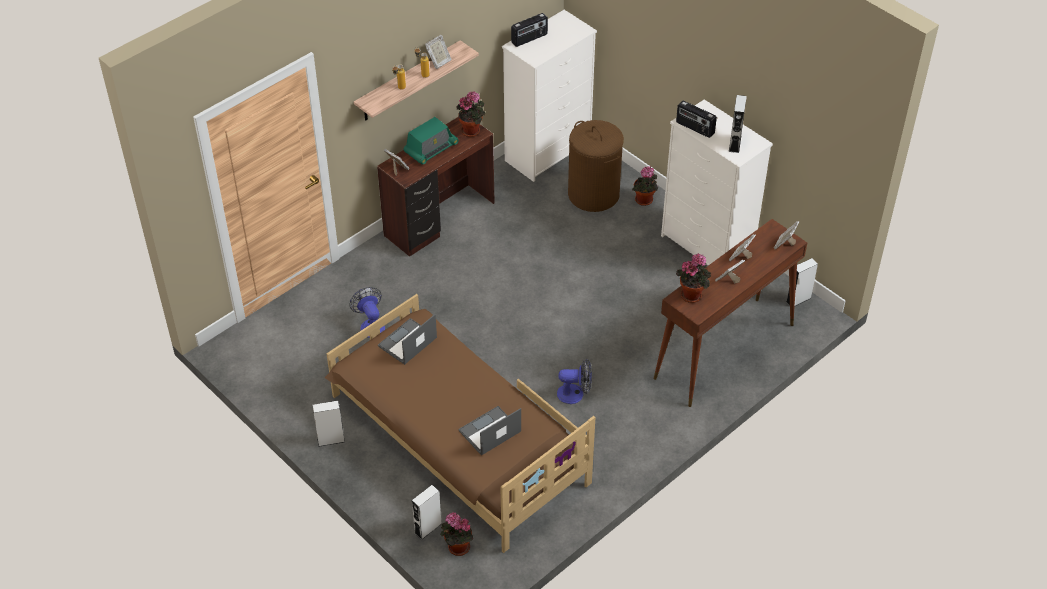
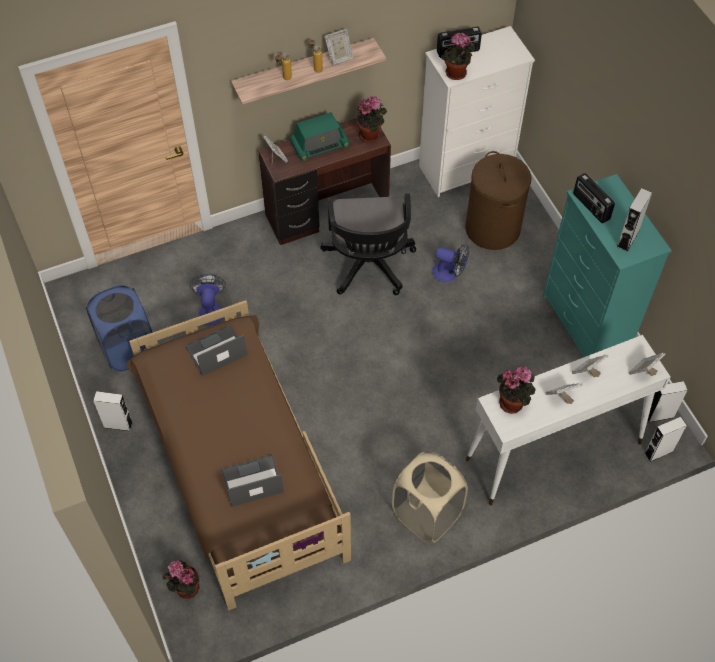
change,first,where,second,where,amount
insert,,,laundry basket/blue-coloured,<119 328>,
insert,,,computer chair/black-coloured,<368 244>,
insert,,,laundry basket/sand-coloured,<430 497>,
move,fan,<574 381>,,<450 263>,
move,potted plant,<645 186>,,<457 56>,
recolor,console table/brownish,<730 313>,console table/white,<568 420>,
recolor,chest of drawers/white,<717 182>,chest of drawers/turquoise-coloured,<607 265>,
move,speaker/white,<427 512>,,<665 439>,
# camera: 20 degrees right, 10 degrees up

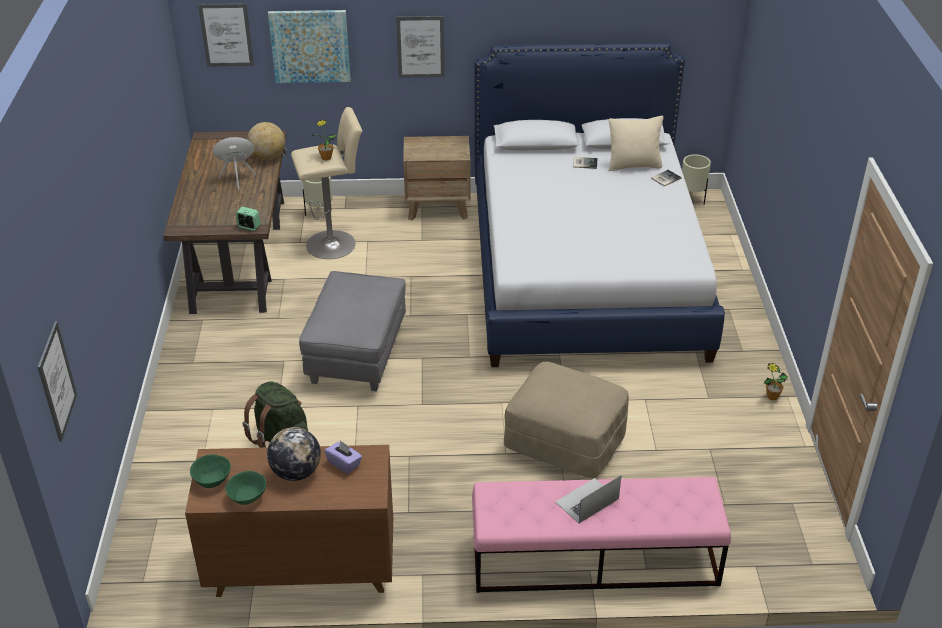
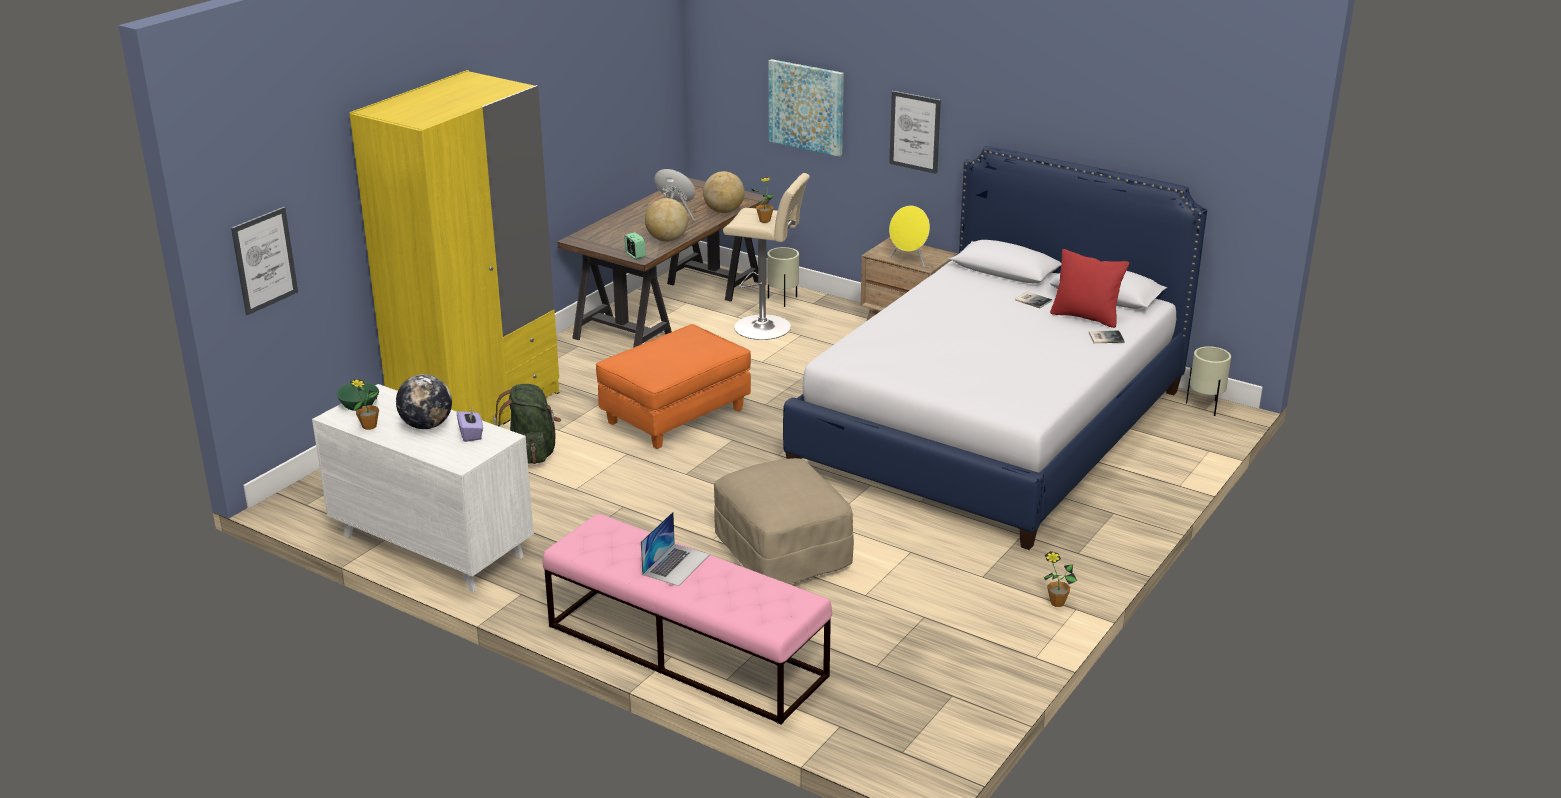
change,first,where,second,where,amount
recolor,chest of drawers/brownish,<289 521>,chest of drawers/white,<423 488>,
insert,,,wardrobe/yellowish,<454 247>,
replace,bowl/green,<245 488>,potted plant,<364 404>,
recolor,footrest/gray,<352 331>,footrest/orange,<673 386>,
rotate,laptop,<588 499>,,<675 549>,120 degrees clockwise
insert,,,desk globe,<666 220>,
insert,,,speaker/yellowish,<909 237>,
recolor,pillow/sand-coloured,<636 143>,pillow/red-coloured,<1089 288>,
delete,picture,<226 35>,,,
# camera: 35 degrees right, 10 degrees down

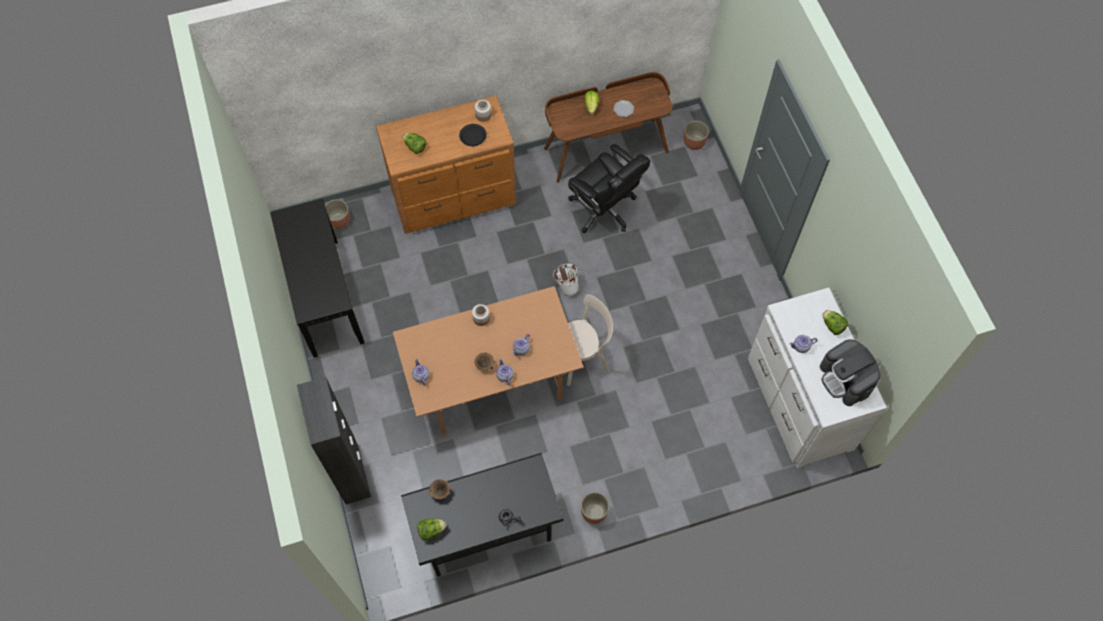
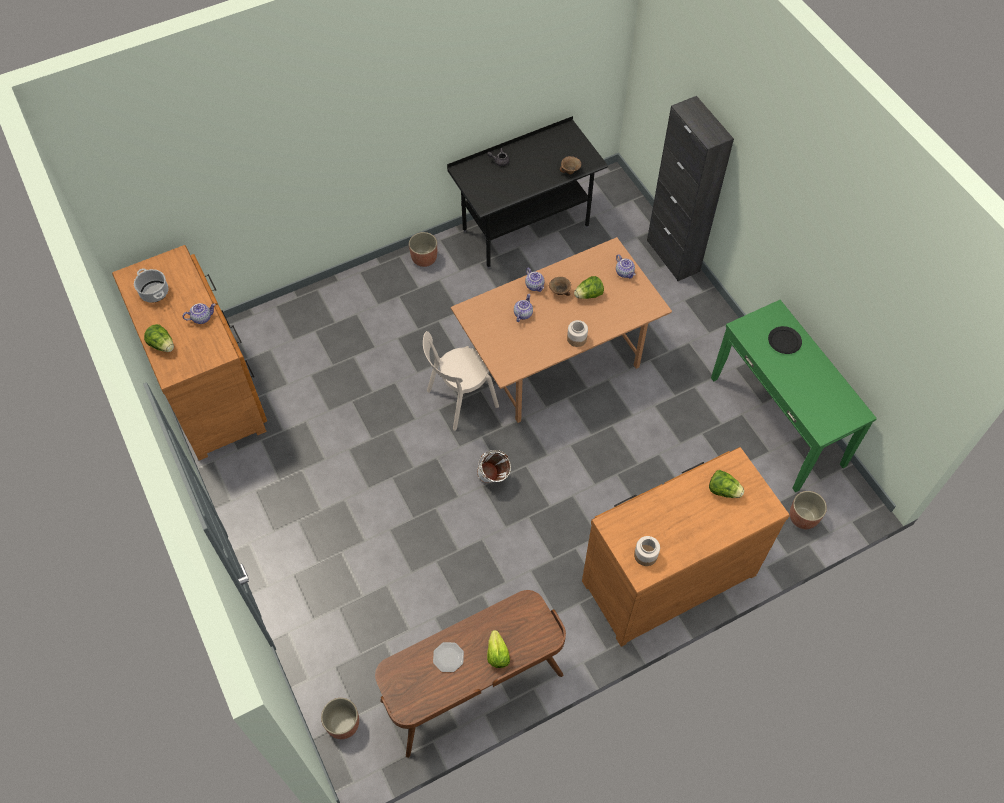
change,first,where,second,where,amount
recolor,chest of drawers/white,<817 378>,chest of drawers/brownish,<189 353>,
replace,coffee maker,<850 372>,saucepot,<151 285>,
move,lettuce,<431 529>,,<589 287>,
recolor,console table/black-coloured,<317 278>,console table/green,<794 396>,
move,flat dish/black-coloured,<473 135>,,<785 340>,
delete,computer chair/black-coloured,<609 188>,,,
# camera: 170 degrees right, 5 degrees down

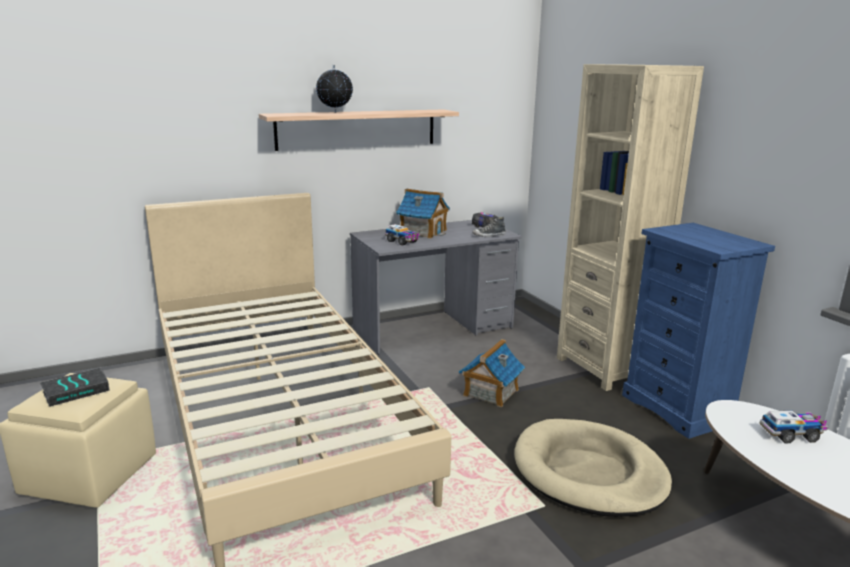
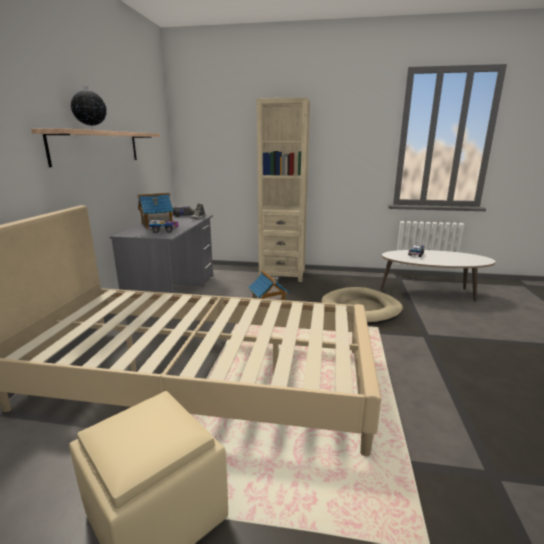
change,first,where,second,where,amount
delete,book,<75 387>,,,
delete,chest of drawers/blue-coloured,<698 331>,,,
# camera: 55 degrees left, 0 degrees up

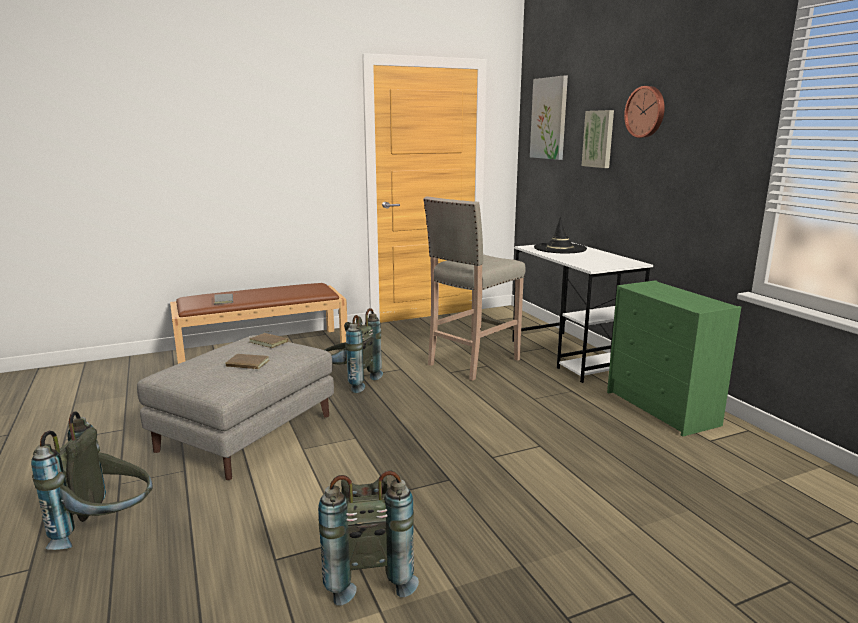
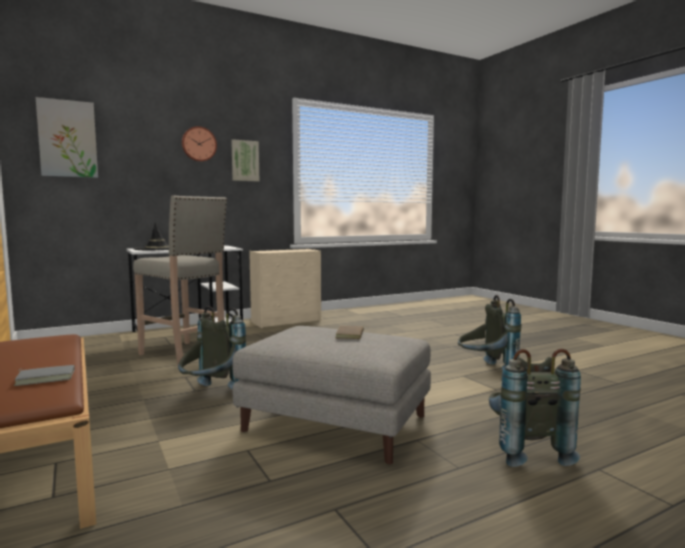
change,first,where,second,where,amount
move,picture,<598 139>,,<245 160>,
recolor,chest of drawers/green,<674 358>,chest of drawers/sand-coloured,<285 288>,
delete,book/brownish,<268 339>,,,
# camera: 95 degrees left, 10 degrees down

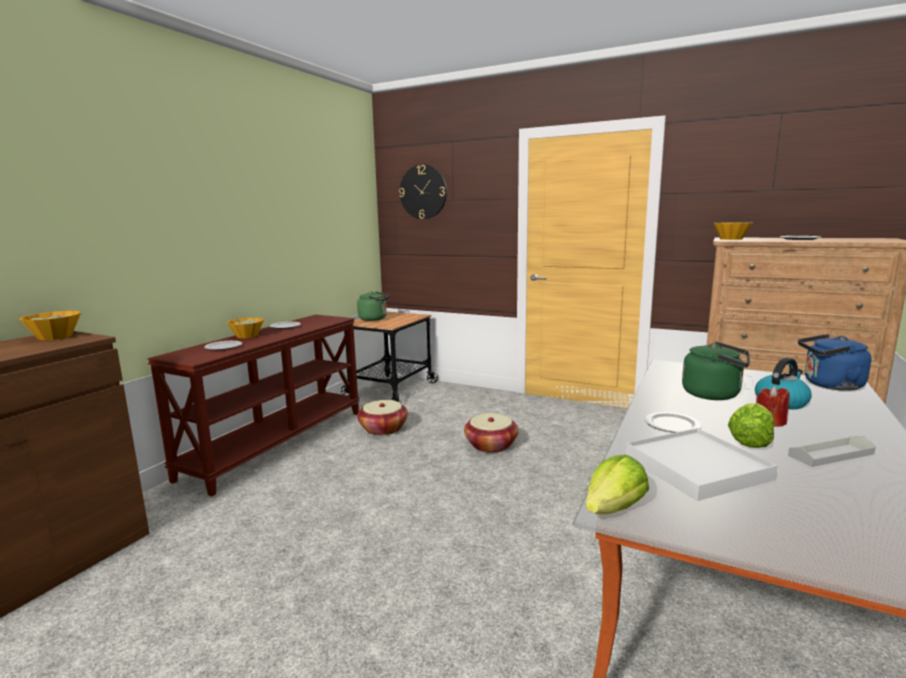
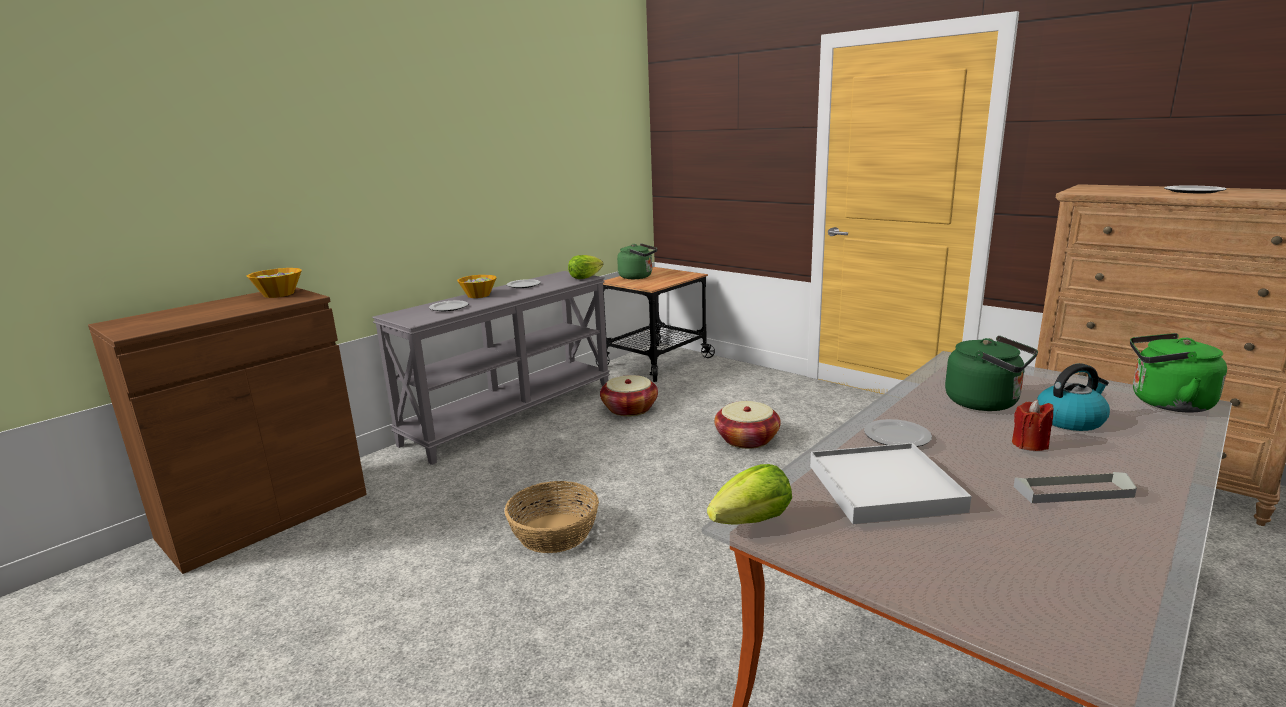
change,first,where,second,where,amount
recolor,console table/brownish,<253 405>,console table/gray,<491 368>,
insert,,,storage basket,<552 517>,
move,lettuce,<751 425>,,<585 267>,
recolor,water kettle/blue-coloured,<834 362>,water kettle/green,<1178 373>,
delete,hanging clock,<423 191>,,,
delete,bowl,<733 231>,,,
# camera: 15 degrees right, 5 degrees up

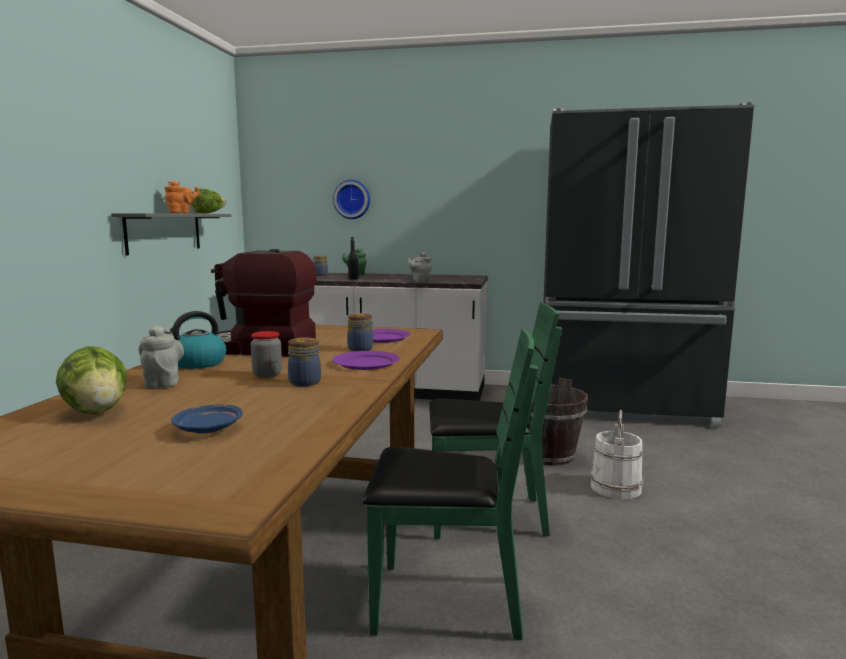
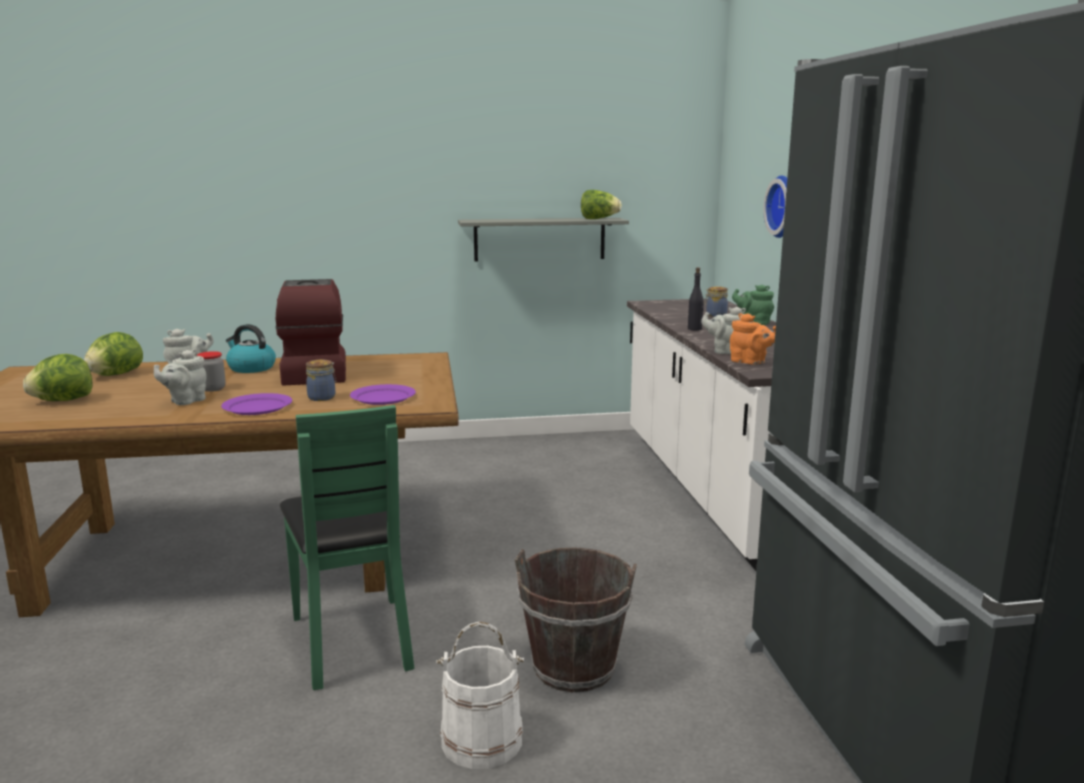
change,first,where,second,where,amount
replace,flat dish/blue-coloured,<207 419>,lettuce,<57 377>,
replace,storage jar,<304 361>,teapot/gray,<180 377>,
move,teapot/orange,<182 197>,,<753 339>,
delete,plain chair/green,<450 484>,,,
# camera: 70 degrees right, 5 degrees up

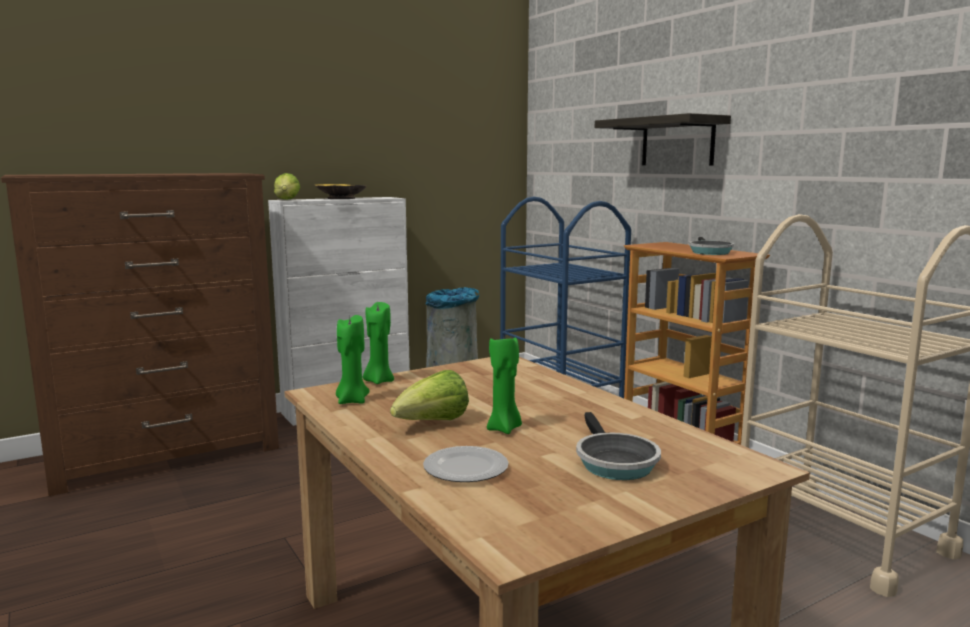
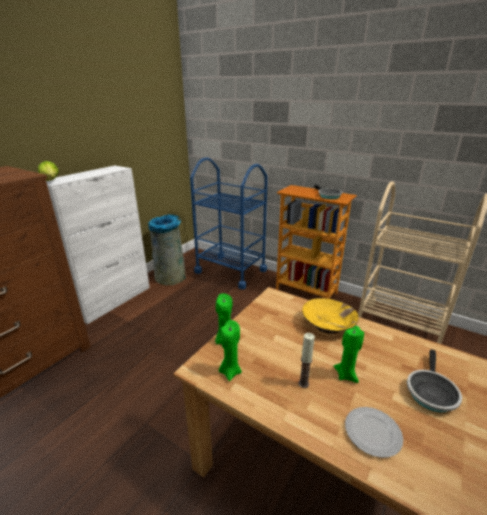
change,first,where,second,where,amount
replace,lettuce,<429 395>,wax light,<307 360>,
move,bowl/yellowish,<341 191>,,<330 316>,
rotate,pan,<618 446>,,<434 380>,60 degrees clockwise
delete,bracket shelf,<663 139>,,,
# camera: 25 degrees left, 15 degrees up

